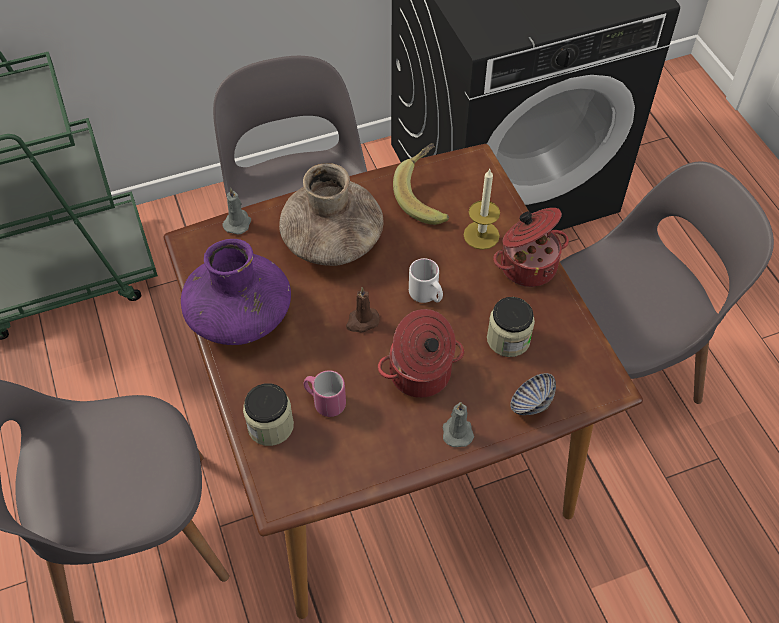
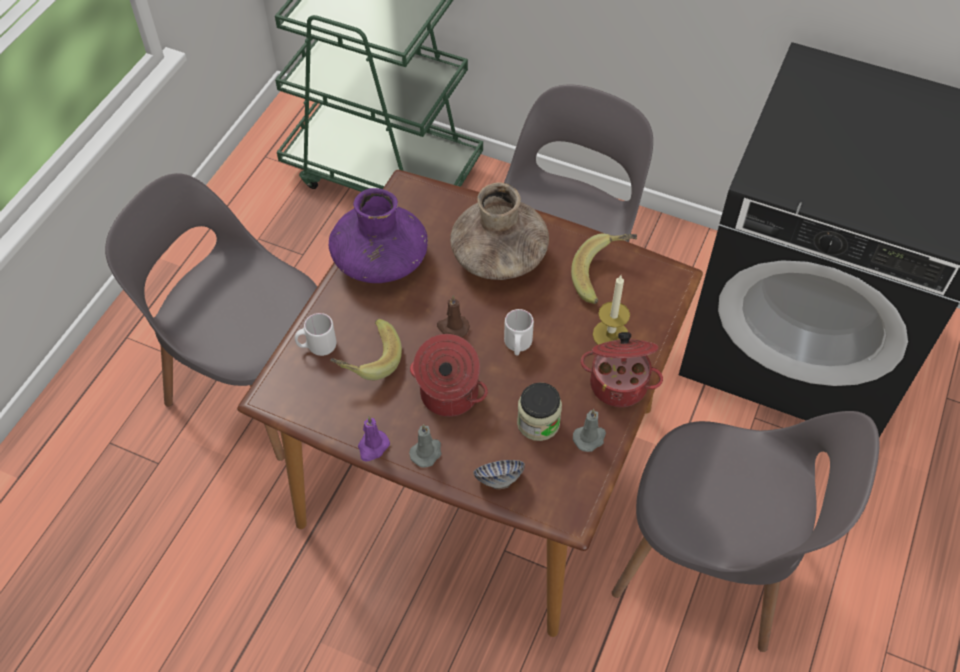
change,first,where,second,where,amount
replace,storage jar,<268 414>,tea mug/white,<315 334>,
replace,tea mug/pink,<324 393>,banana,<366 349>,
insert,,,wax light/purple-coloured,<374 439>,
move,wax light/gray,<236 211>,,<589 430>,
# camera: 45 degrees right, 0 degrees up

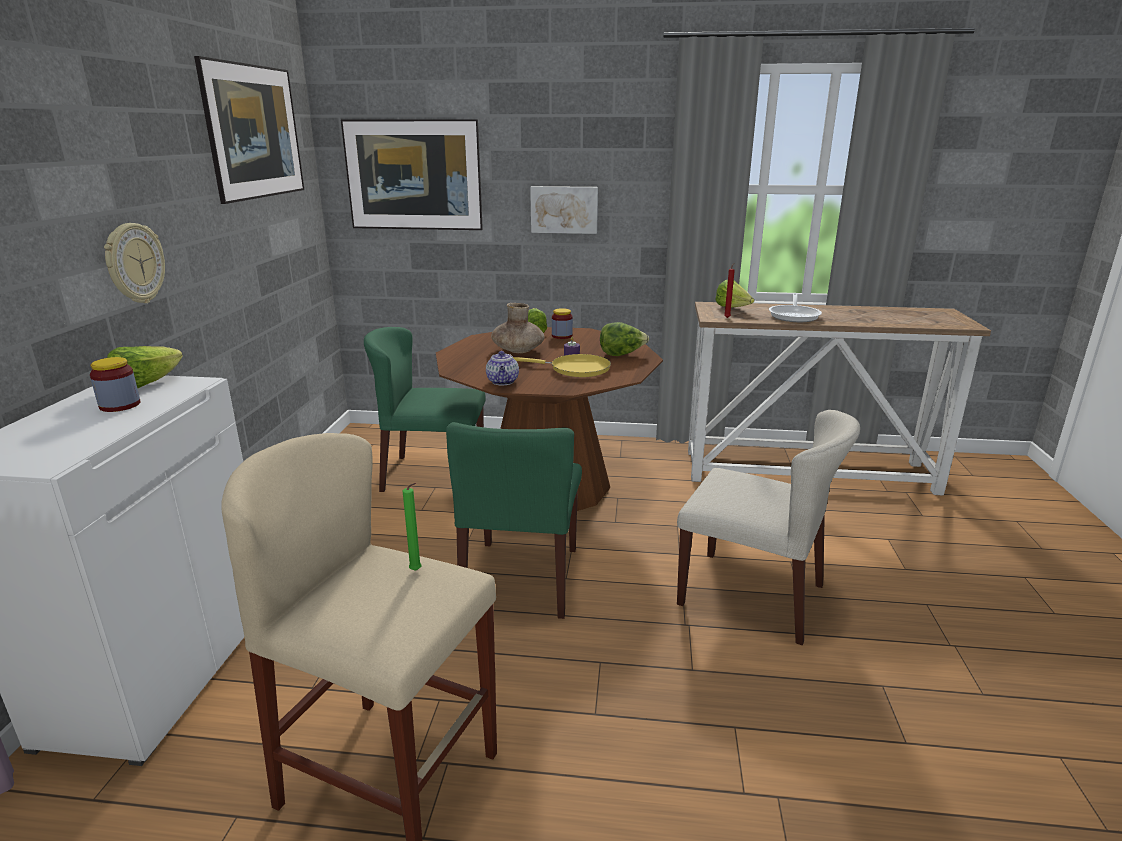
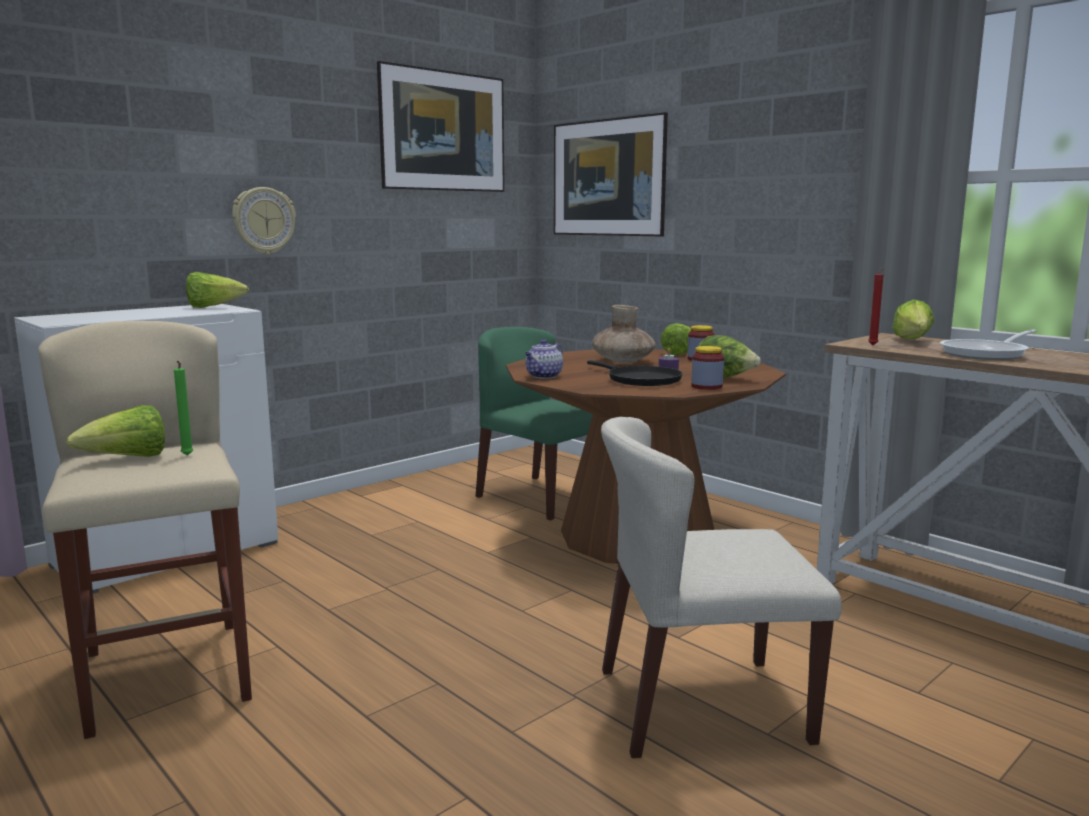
change,first,where,second,where,amount
insert,,,lettuce,<115 431>,
recolor,pan/yellowish,<562 365>,pan/black-coloured,<635 373>,
rotate,plain chair/sand-coloured,<768 527>,,<721 587>,105 degrees clockwise
move,storage jar,<115 384>,,<707 368>,
delete,plain chair/green,<514 520>,,,
delete,picture,<564 210>,,,
# camera: 40 degrees right, 10 degrees down

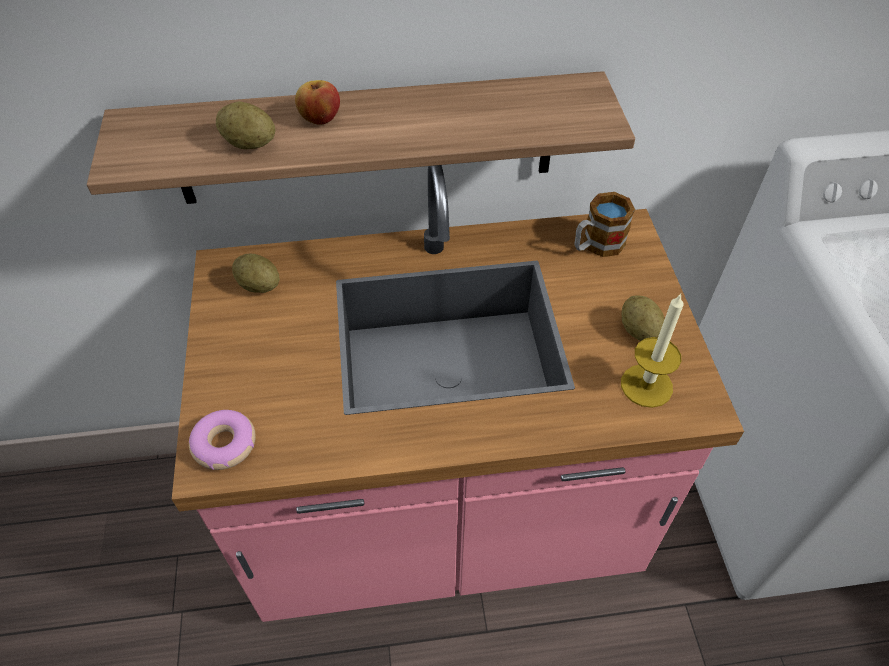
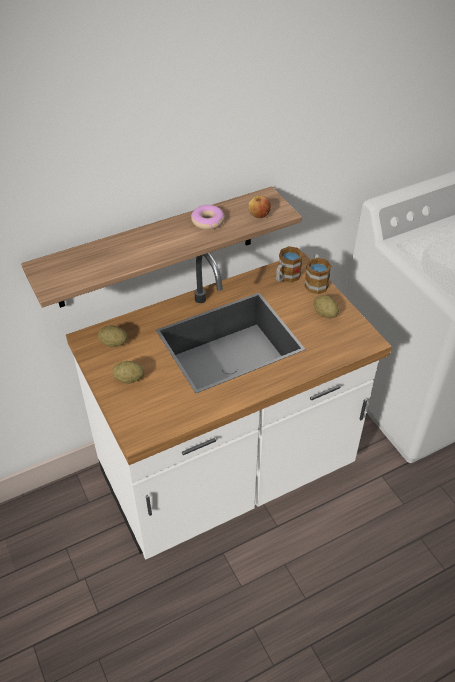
change,first,where,second,where,amount
recolor,counter/pink,<458 393>,counter/white,<229 406>,
move,whole potato,<246 125>,,<128 372>,
move,donut,<222 440>,,<208 217>,
move,apple,<317 102>,,<259 207>,
insert,,,tea mug,<317 274>,
delete,wax light,<652 351>,,,
# camera: 20 degrees left, 5 degrees down

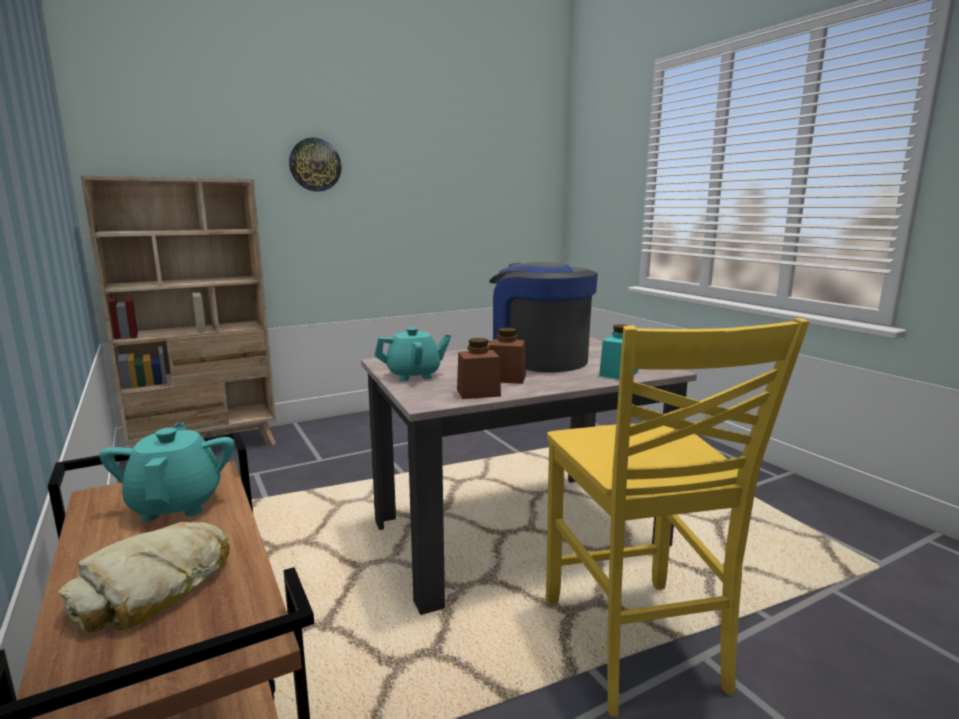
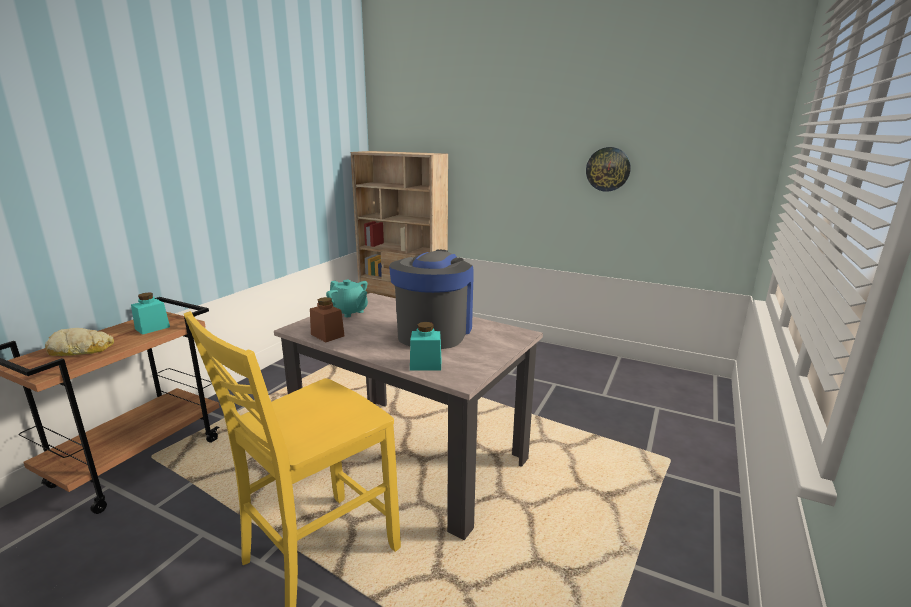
change,first,where,second,where,amount
replace,teapot/turquoise-coloured,<166 472>,storage jar/turquoise-coloured,<150 313>,
move,hanging clock,<315 164>,,<608 169>,
delete,storage jar/brownish,<507 356>,,,
# camera: 55 degrees right, 5 degrees up

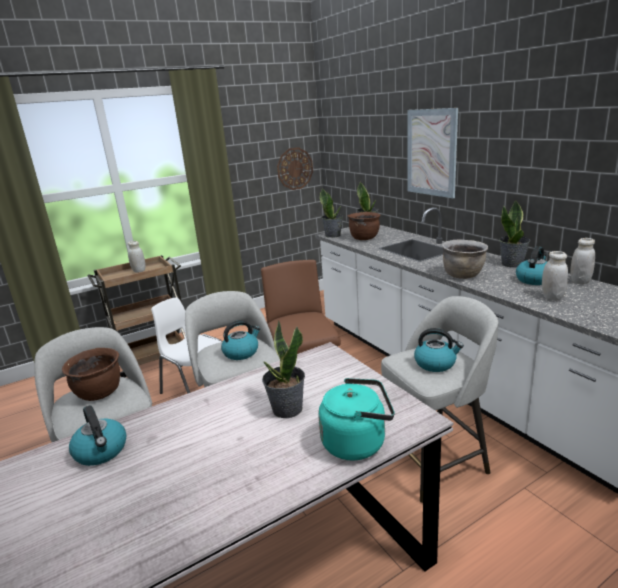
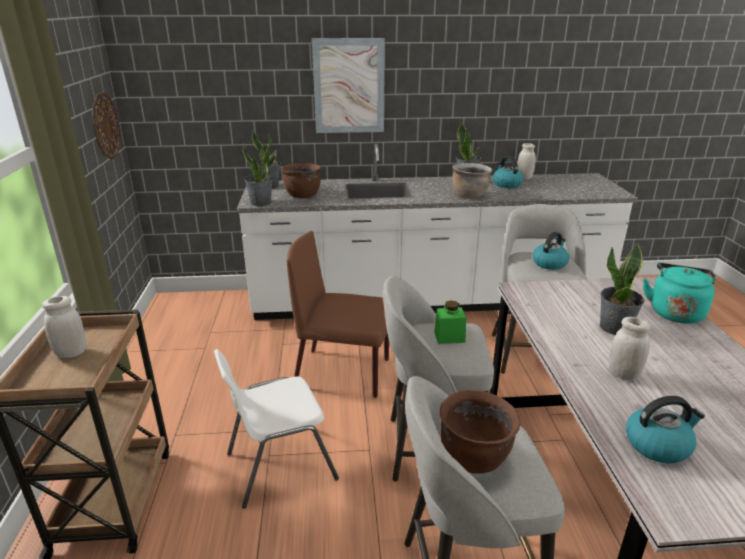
change,first,where,second,where,amount
replace,water kettle,<240 340>,storage jar/green,<450 322>,
move,storage jar/white,<555 276>,,<629 349>,
# camera: 65 degrees left, 5 degrees up

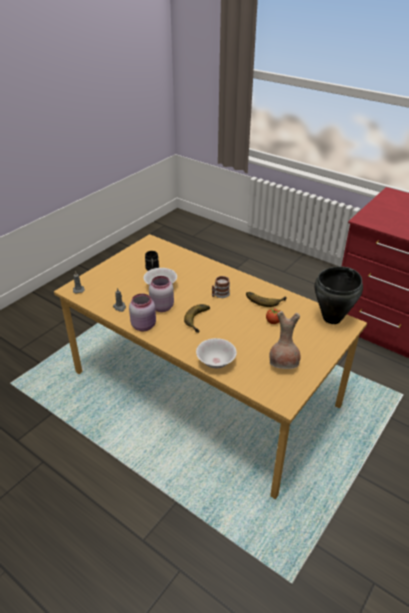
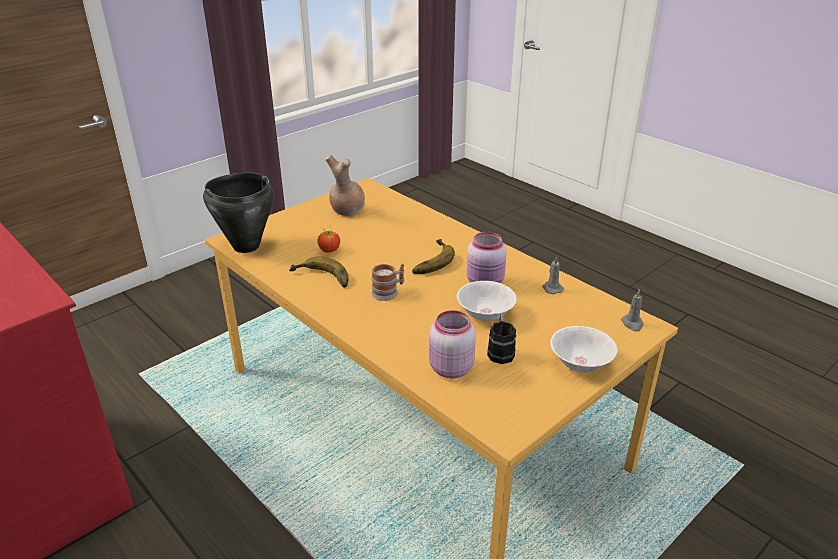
change,first,where,second,where,amount
move,storage jar/pink,<142 312>,,<452 344>,
move,bowl/white,<216 353>,,<583 349>,
# camera: 170 degrees left, 5 degrees down

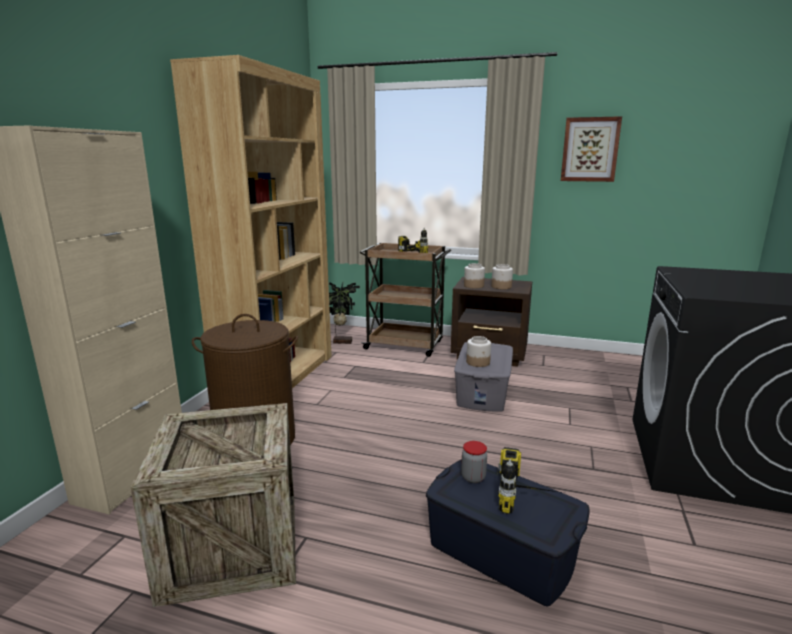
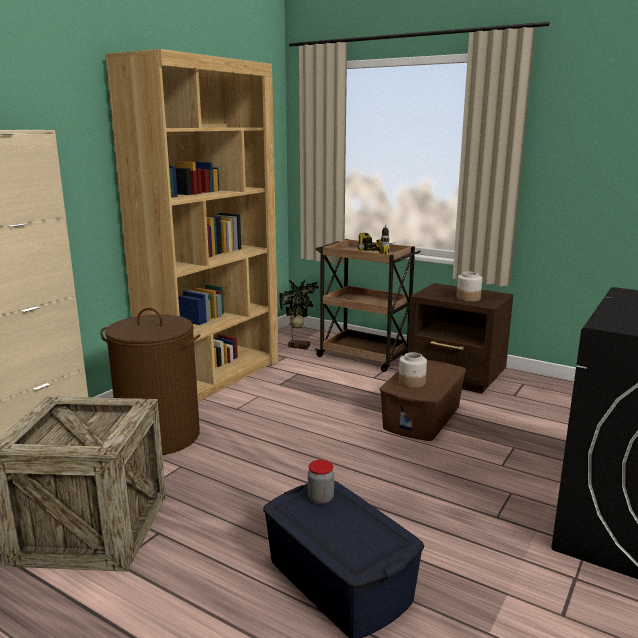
change,first,where,second,where,amount
recolor,storage container/gray,<483 377>,storage container/brownish,<423 400>,
delete,storage jar,<474 275>,,,
delete,power drill,<530 480>,,,
delete,picture,<591 149>,,,
# camera: 15 degrees right, 0 degrees up

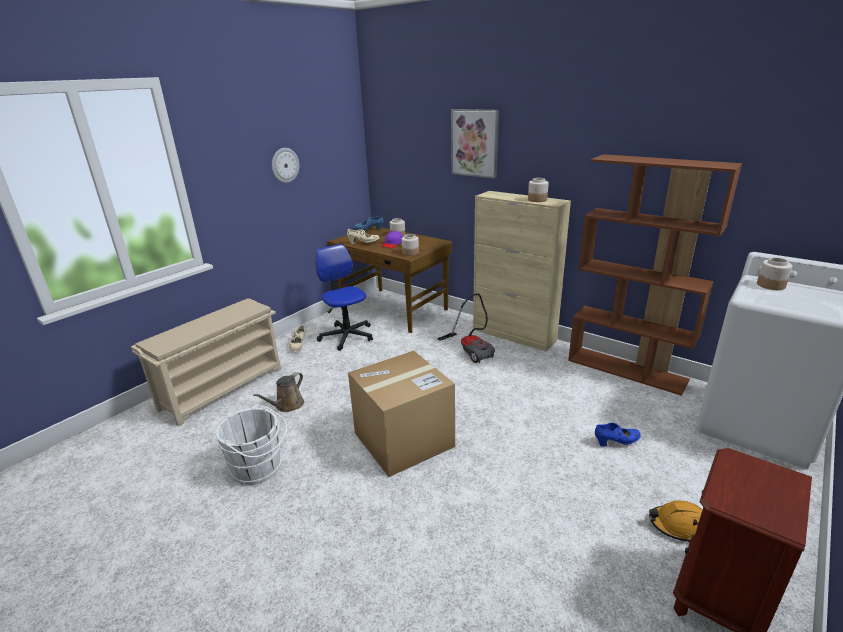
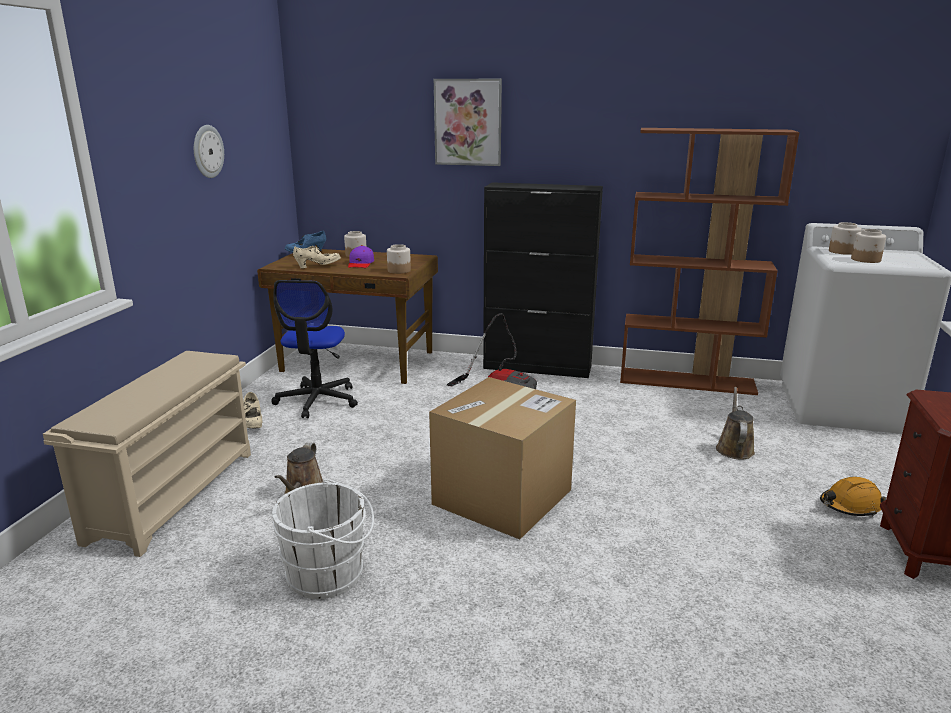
change,first,where,second,where,amount
rotate,computer chair,<344 297>,,<314 349>,120 degrees counterclockwise
recolor,cabinet/sand-coloured,<522 271>,cabinet/black-coloured,<543 280>,
replace,item of footwear/blue-coloured,<618 435>,watering can/brownish,<735 423>,
move,storage jar,<538 190>,,<868 246>,
# camera: 25 degrees left, 5 degrees down

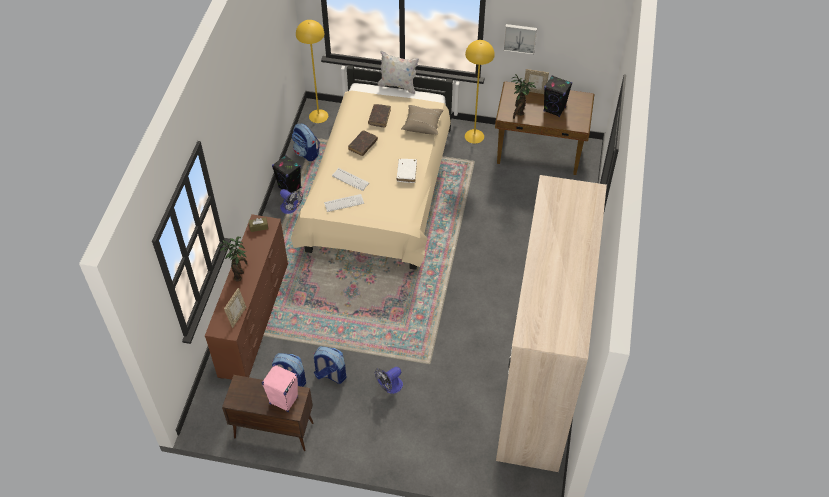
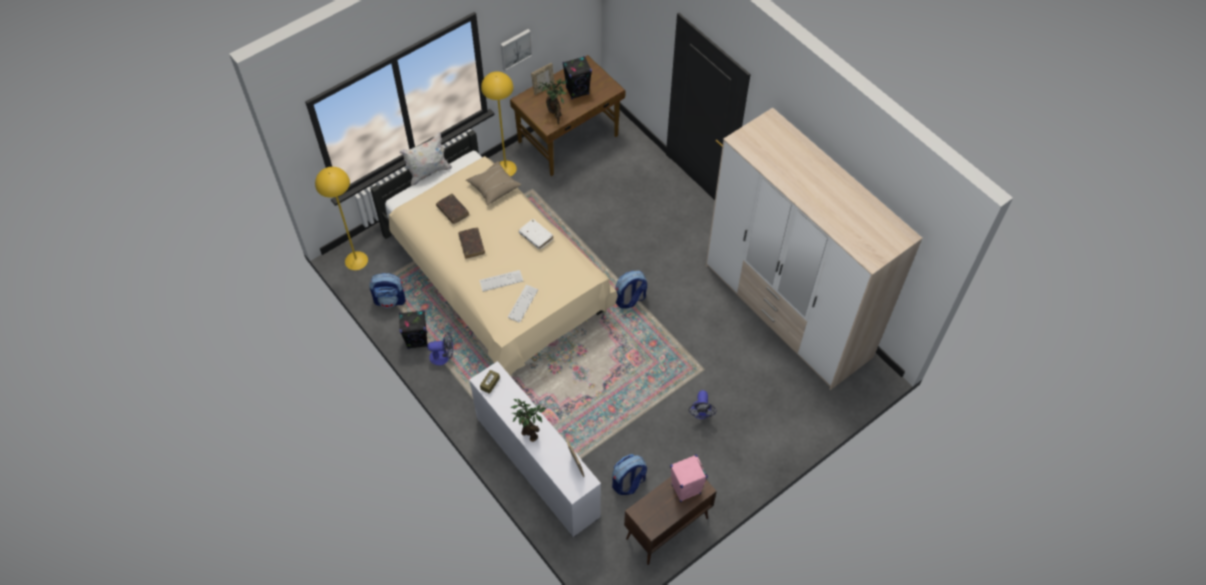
change,first,where,second,where,amount
recolor,chest of drawers/brownish,<246 297>,chest of drawers/white,<535 449>,
move,knapsack,<330 365>,,<631 290>,
# camera: 50 degrees left, 5 degrees up

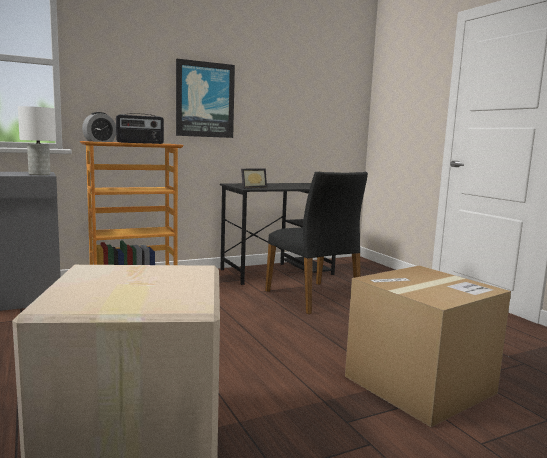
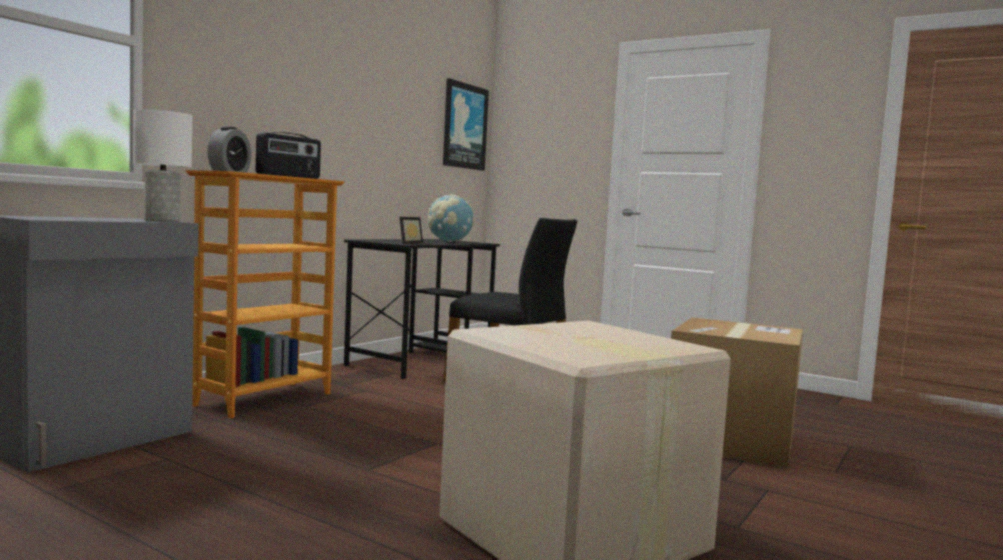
change,first,where,second,where,amount
insert,,,desk globe,<451 218>,
move,picture,<205 98>,,<466 124>,
# camera: 30 degrees left, 5 degrees down

